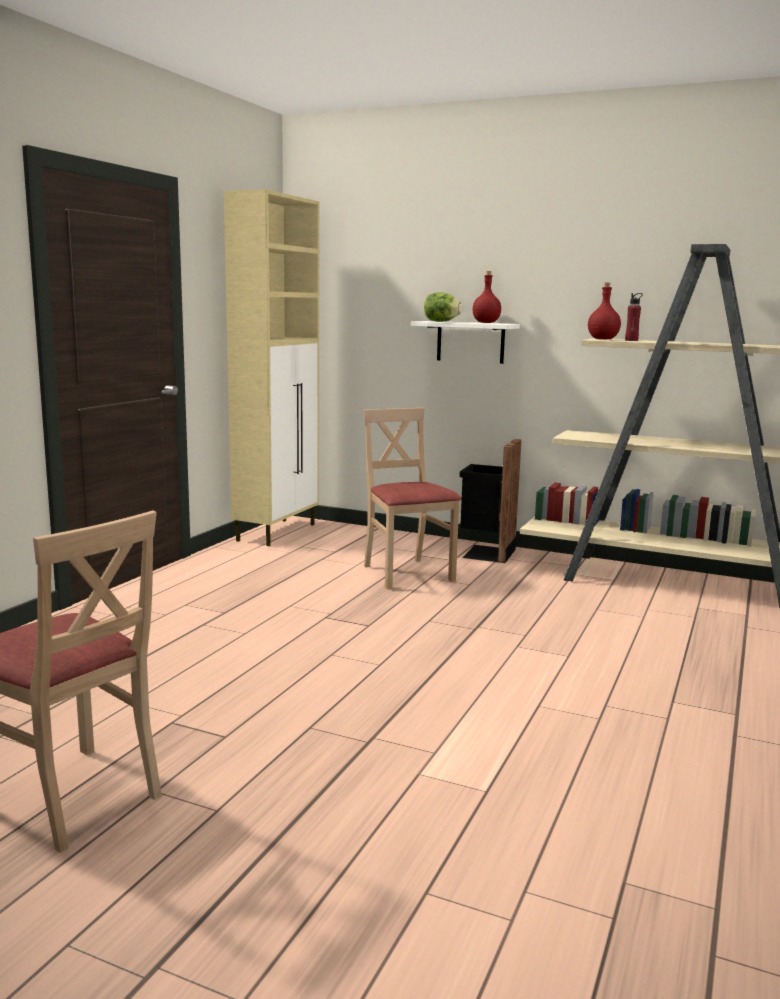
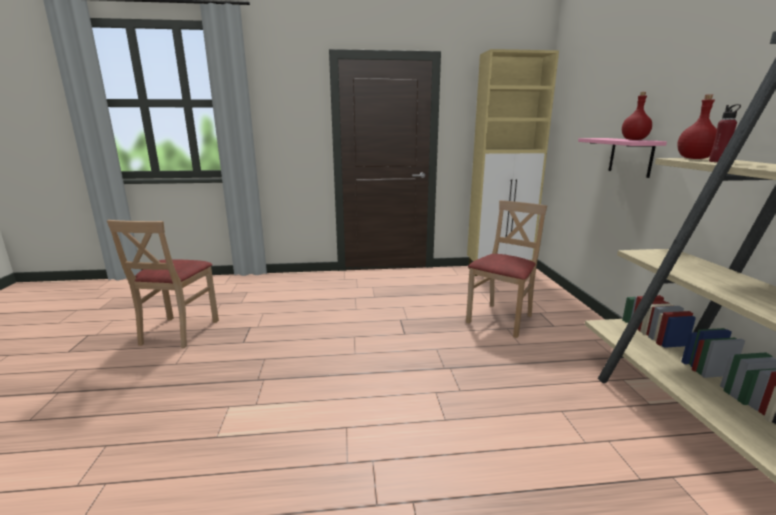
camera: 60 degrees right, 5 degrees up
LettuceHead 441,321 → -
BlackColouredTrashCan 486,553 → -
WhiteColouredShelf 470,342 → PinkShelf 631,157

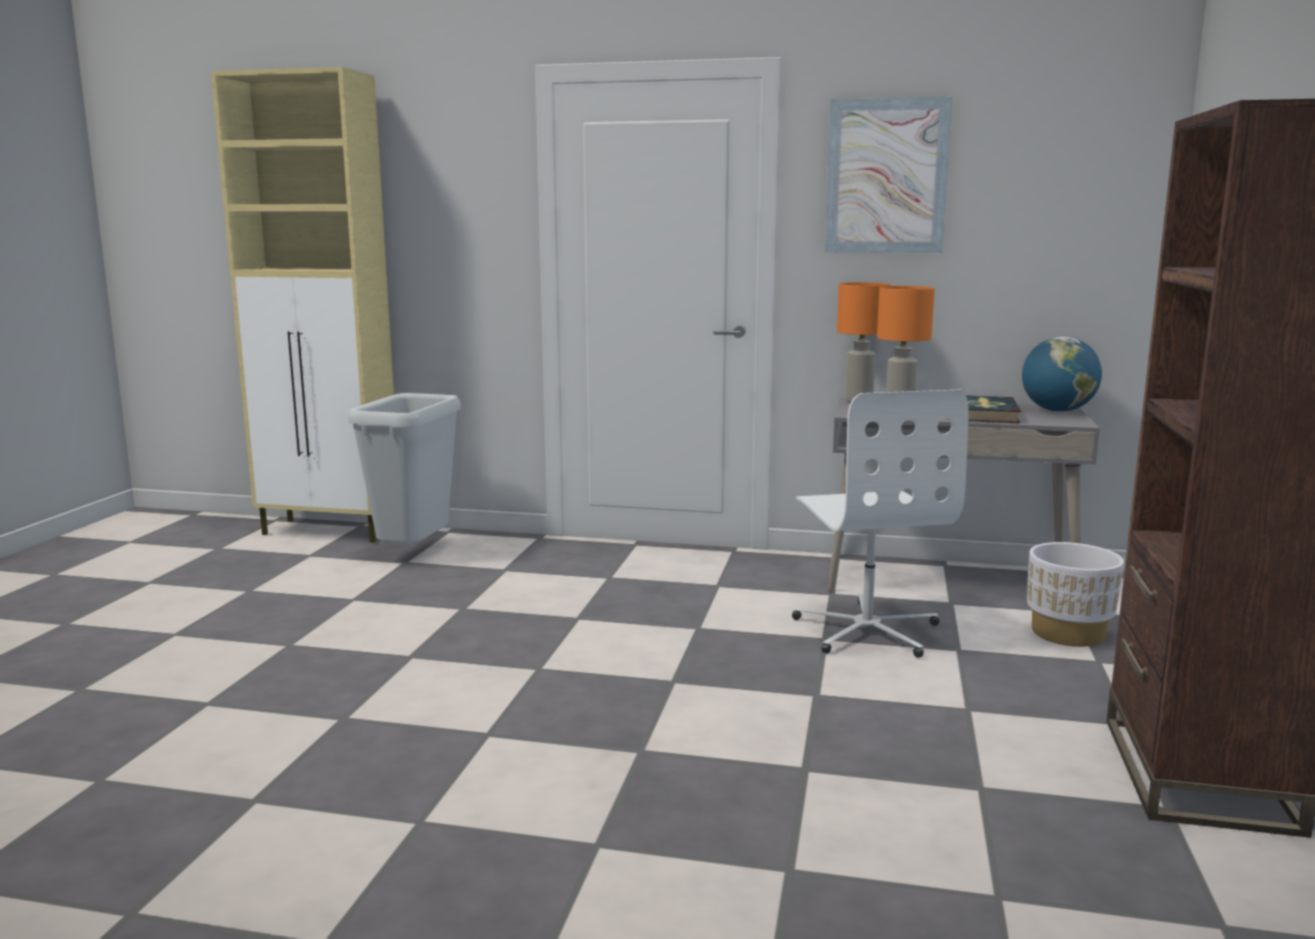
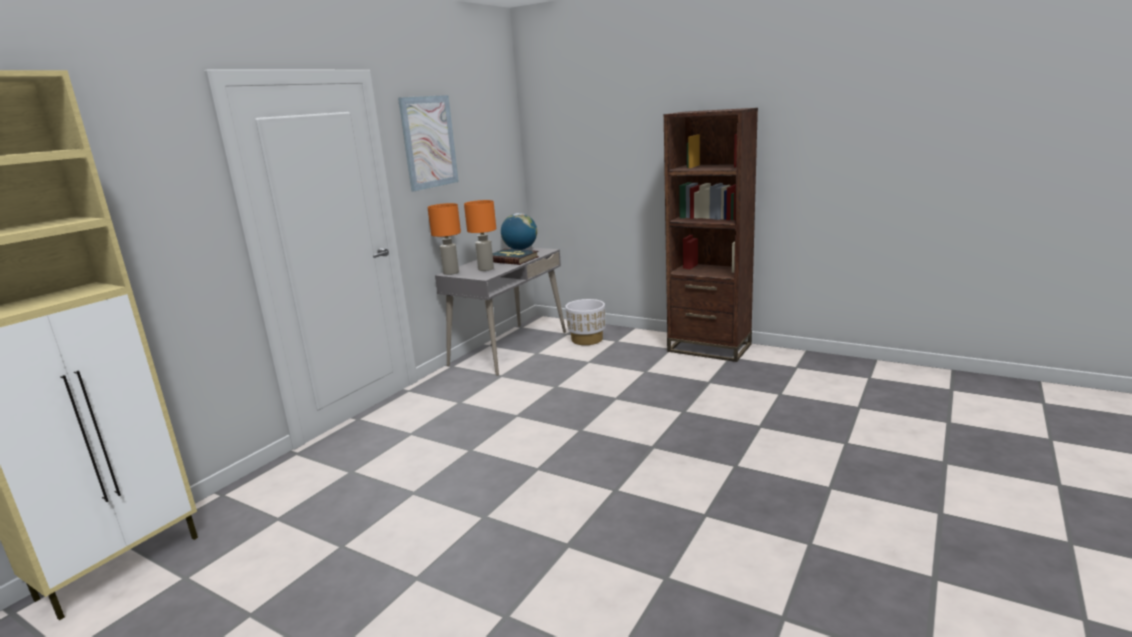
camera: 70 degrees left, 5 degrees up
GrayTrashCan 413,554 → -
WhiteColouredComputerChair 867,630 → -

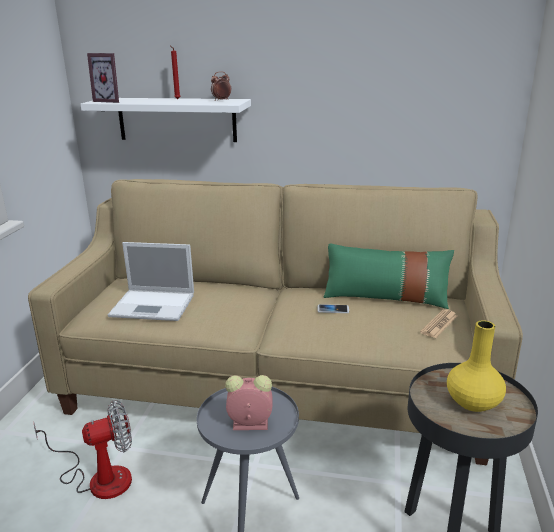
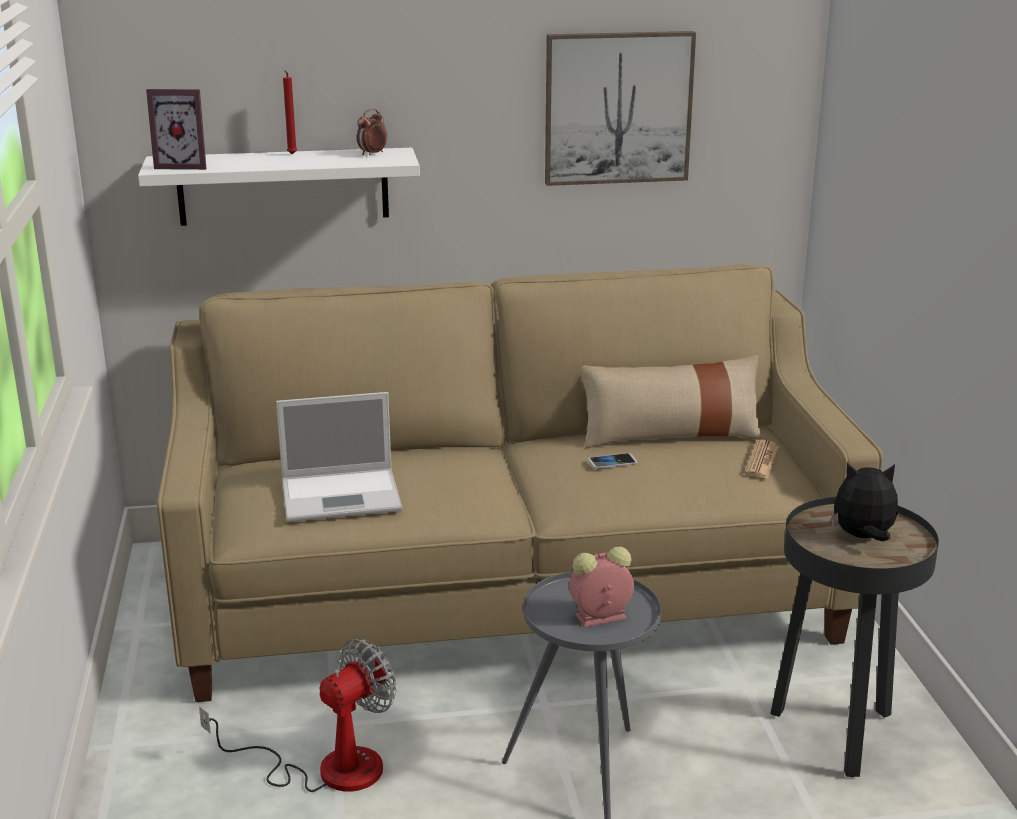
camera: 20 degrees left, 0 degrees up
- → Picture 617,108
YellowishVase 472,402 → PlushToy 863,537
GreenishPillow 385,297 → BeigeColouredPillow 670,435

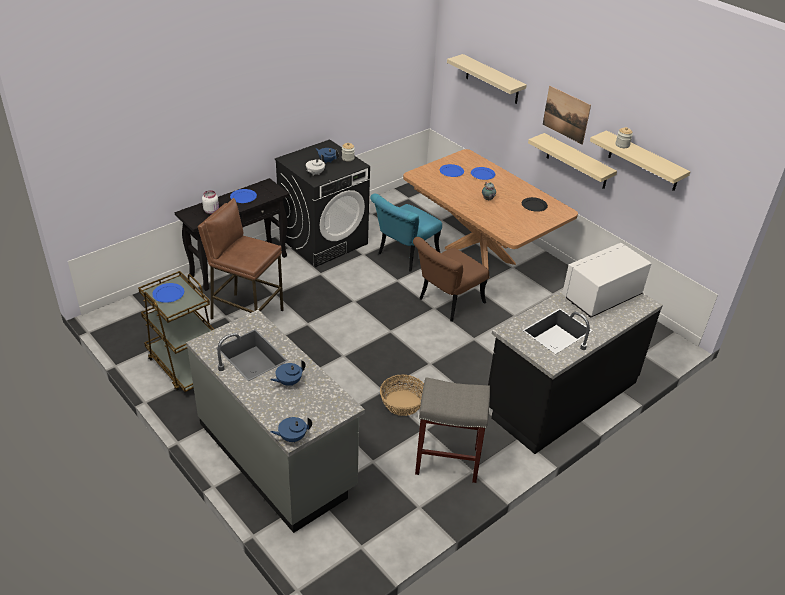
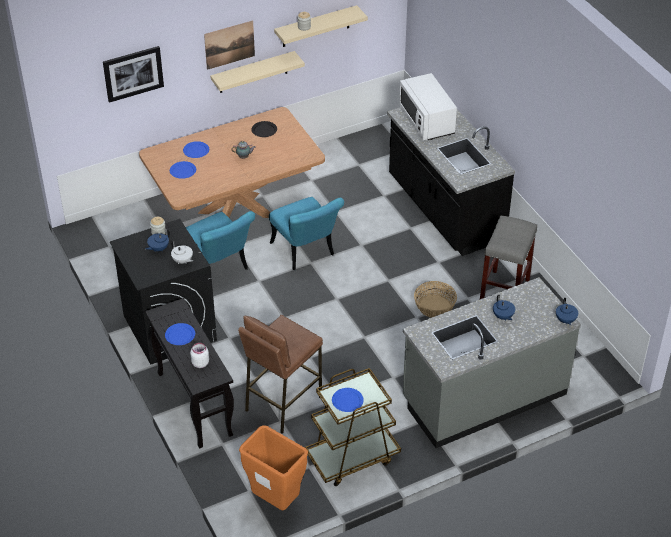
camera: 75 degrees left, 5 degrees up
- → OrangeColouredTrashCan 276,501
BeigeColouredShelf 492,79 → Picture 133,73
BrownColouredChair 446,303 → TurquoiseChair 306,253

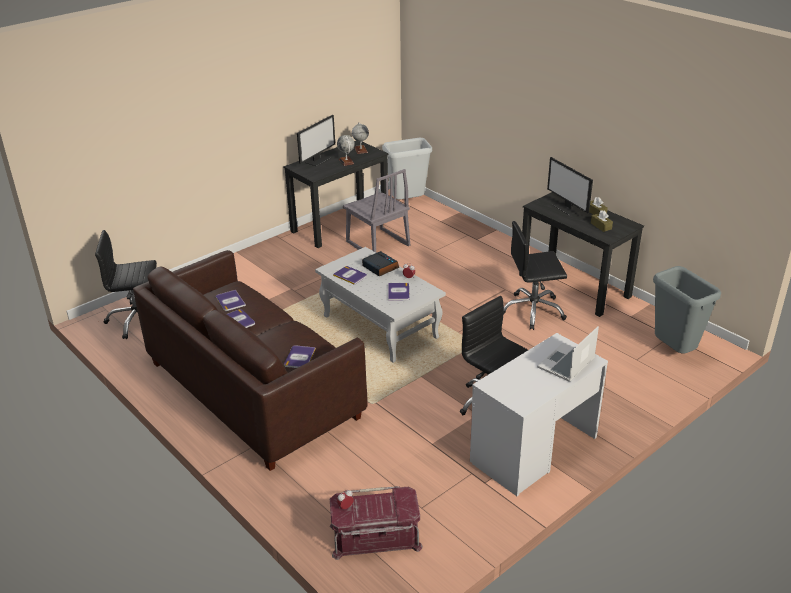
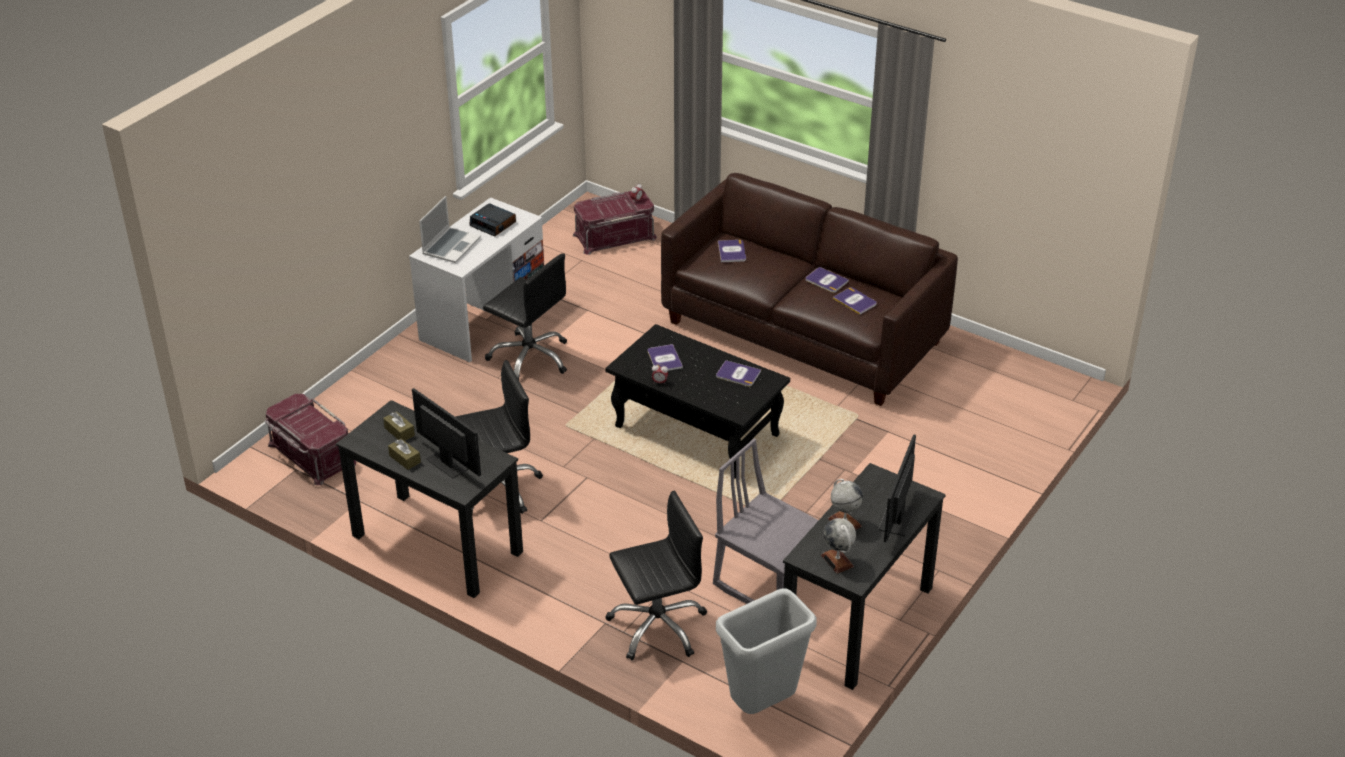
camera: 165 degrees right, 5 degrees up
BlackColouredComputerChair 138,320 → BlackColouredComputerChair 657,626, move
AlarmClock 380,267 → AlarmClock 493,224, move
GrayTrashCan 674,351 → RedStorageContainer 310,454
WhiteColouredCoffeeTable 379,326 → BlackColouredCoffeeTable 698,431

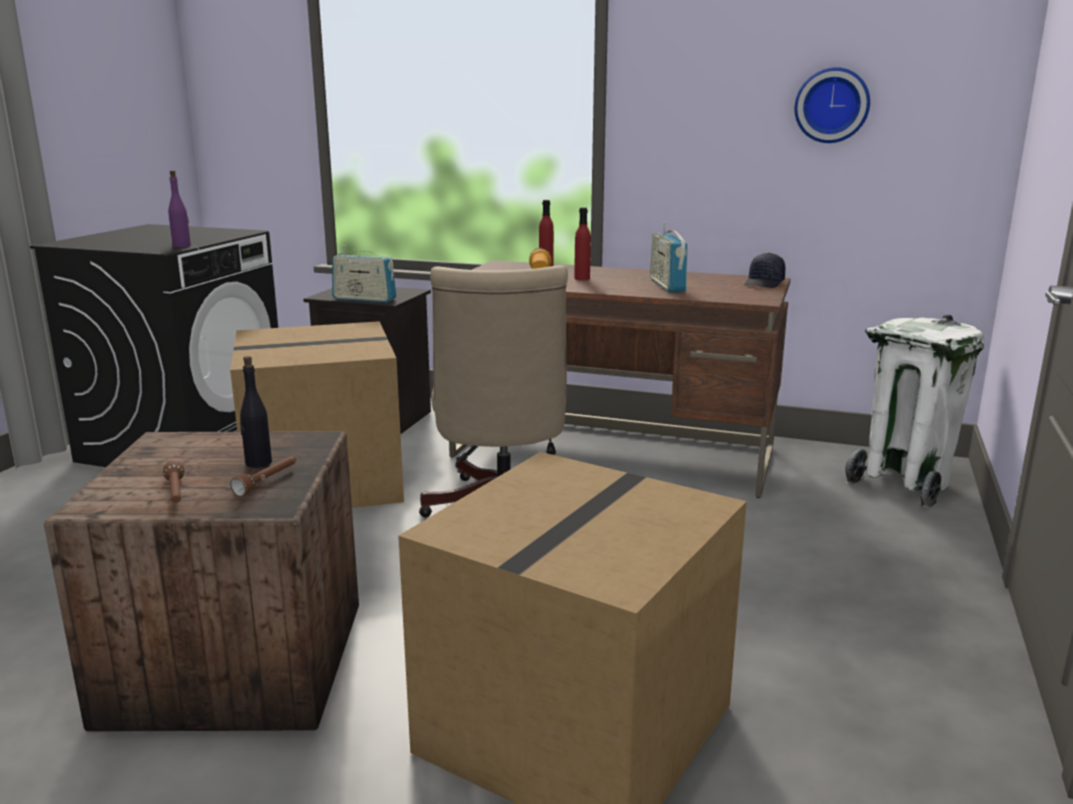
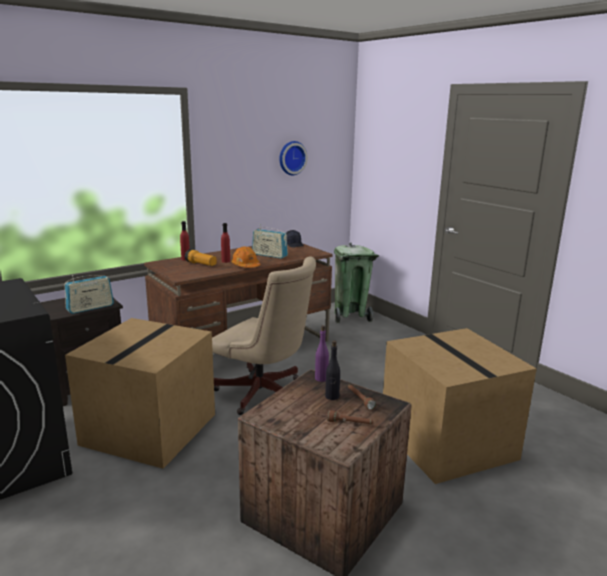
camera: 55 degrees left, 0 degrees up
- → OrangeColouredWorkHelmet 245,266
PurpleColouredBeverageBottle 182,246 → PurpleColouredBeverageBottle 321,378, move
WhiteColouredTrashCan 904,483 → GreenishTrashCan 350,316

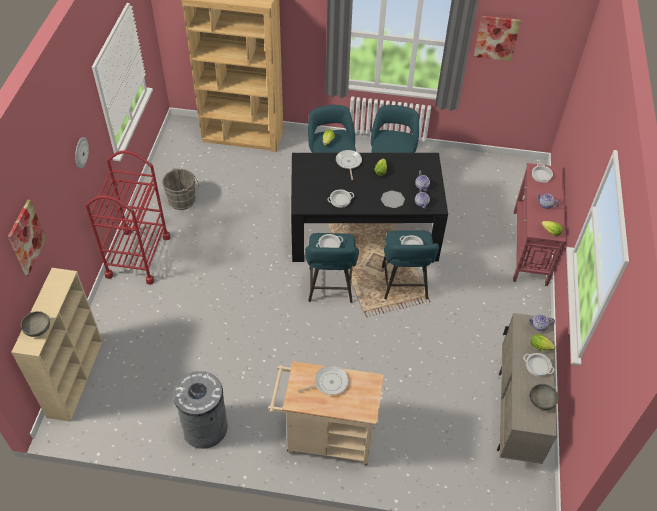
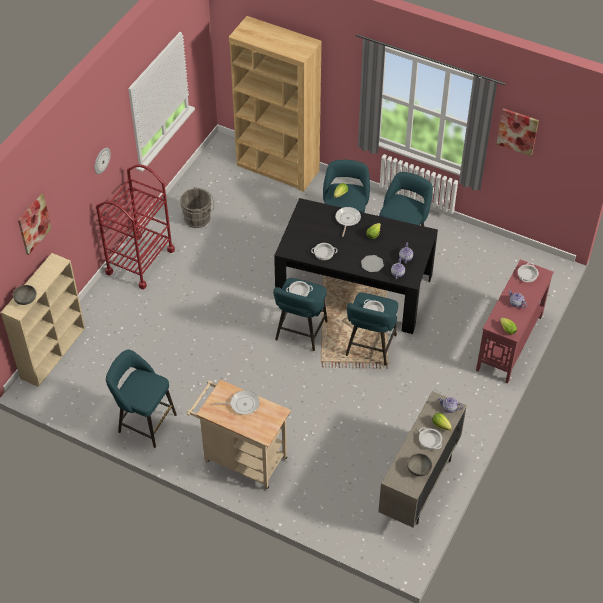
camera: 20 degrees right, 0 degrees up
GrayTrashCan 205,428 → TurquoiseStoolSeat 144,422

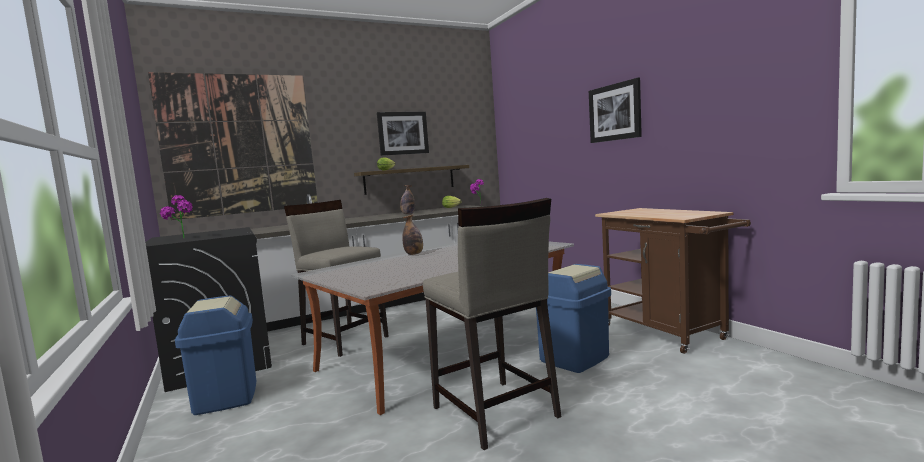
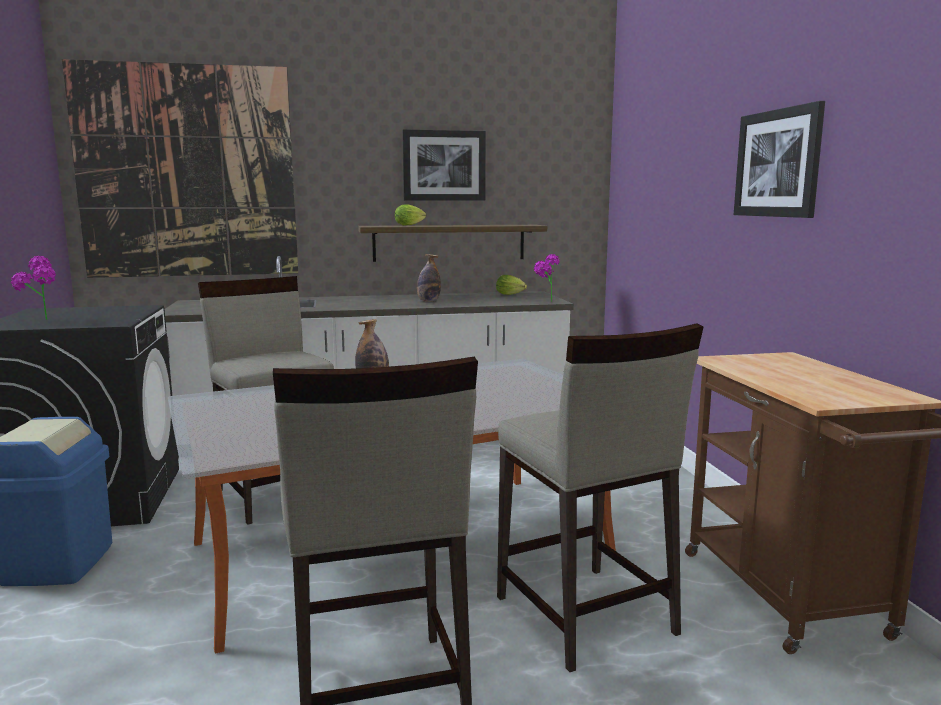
camera: 15 degrees right, 5 degrees up
BlueTrashCan 574,359 → BeigeColouredStoolSeat 584,616

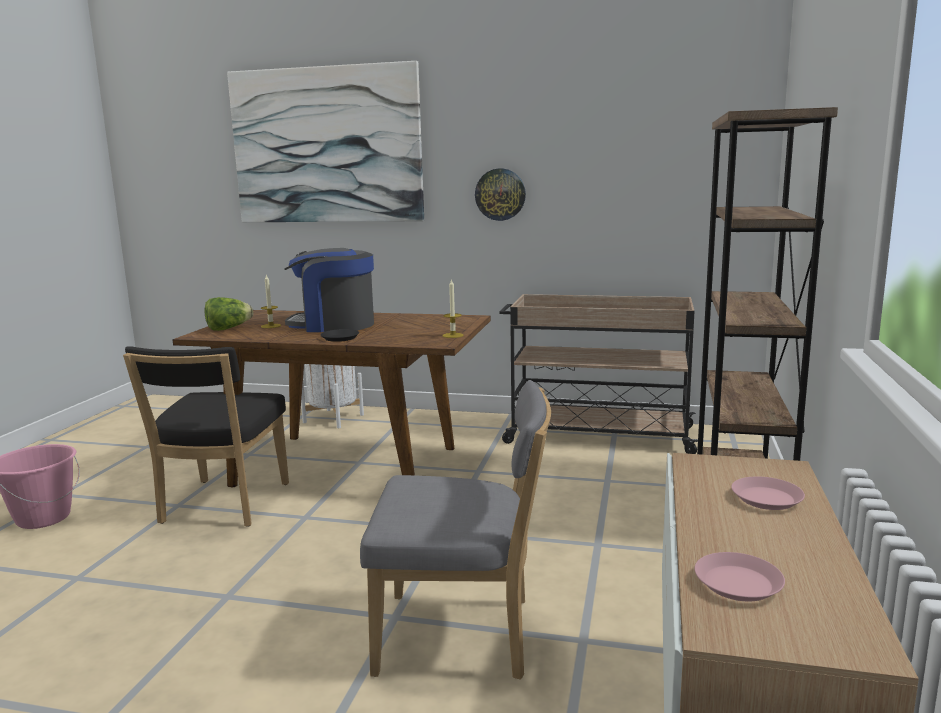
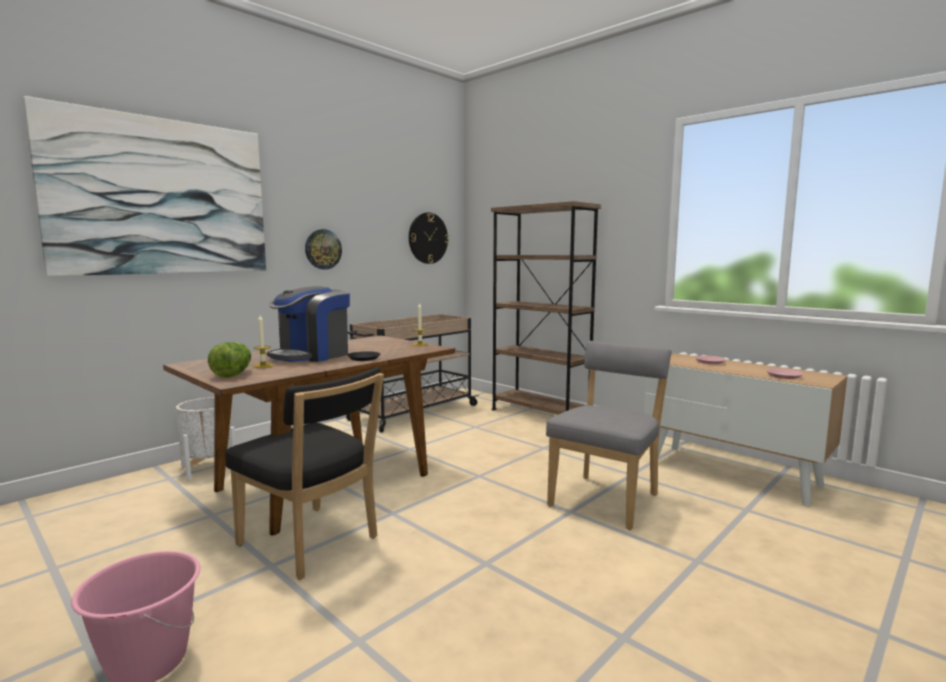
camera: 60 degrees left, 5 degrees down
- → HangingClock 428,238

